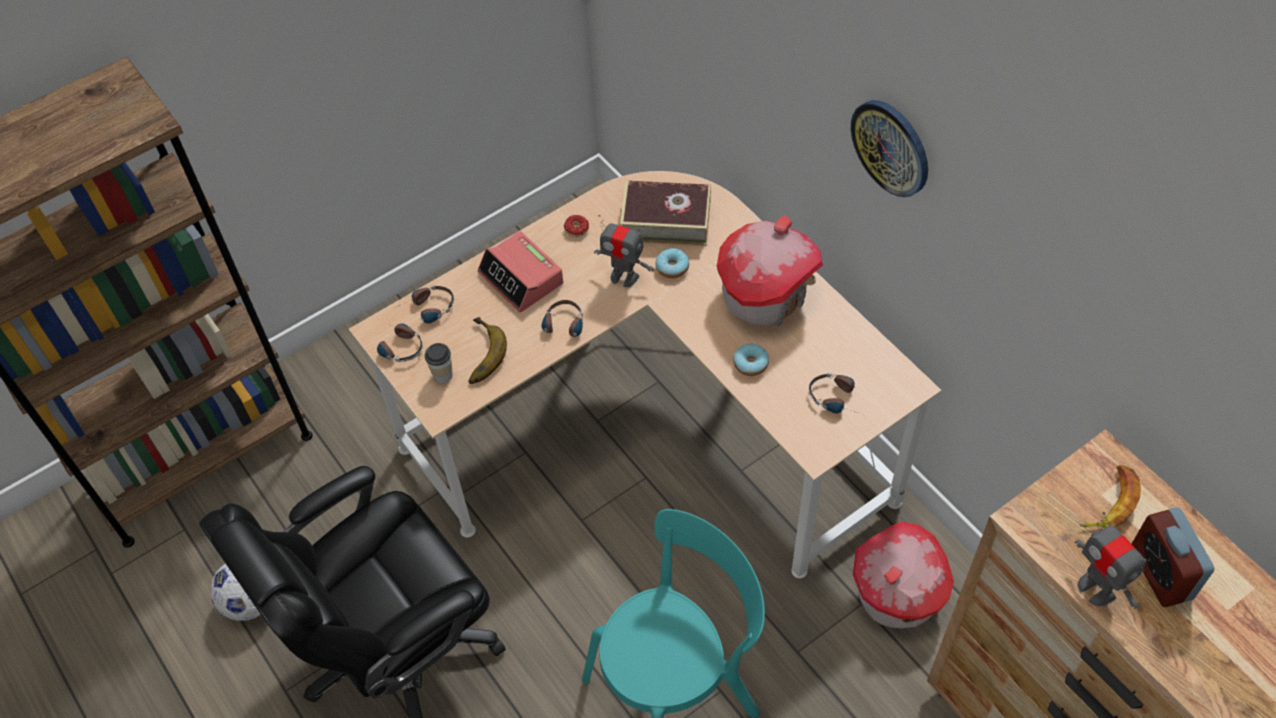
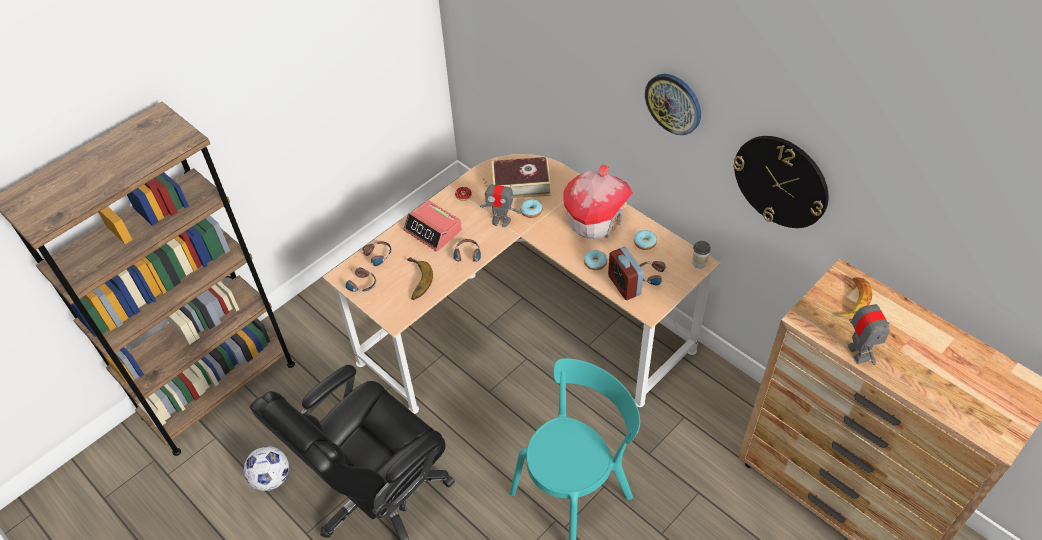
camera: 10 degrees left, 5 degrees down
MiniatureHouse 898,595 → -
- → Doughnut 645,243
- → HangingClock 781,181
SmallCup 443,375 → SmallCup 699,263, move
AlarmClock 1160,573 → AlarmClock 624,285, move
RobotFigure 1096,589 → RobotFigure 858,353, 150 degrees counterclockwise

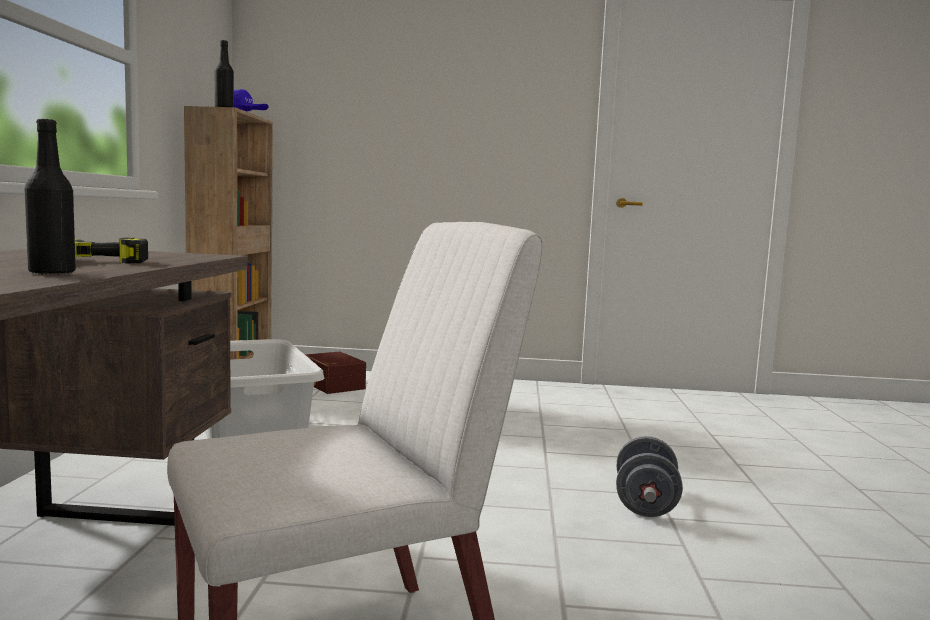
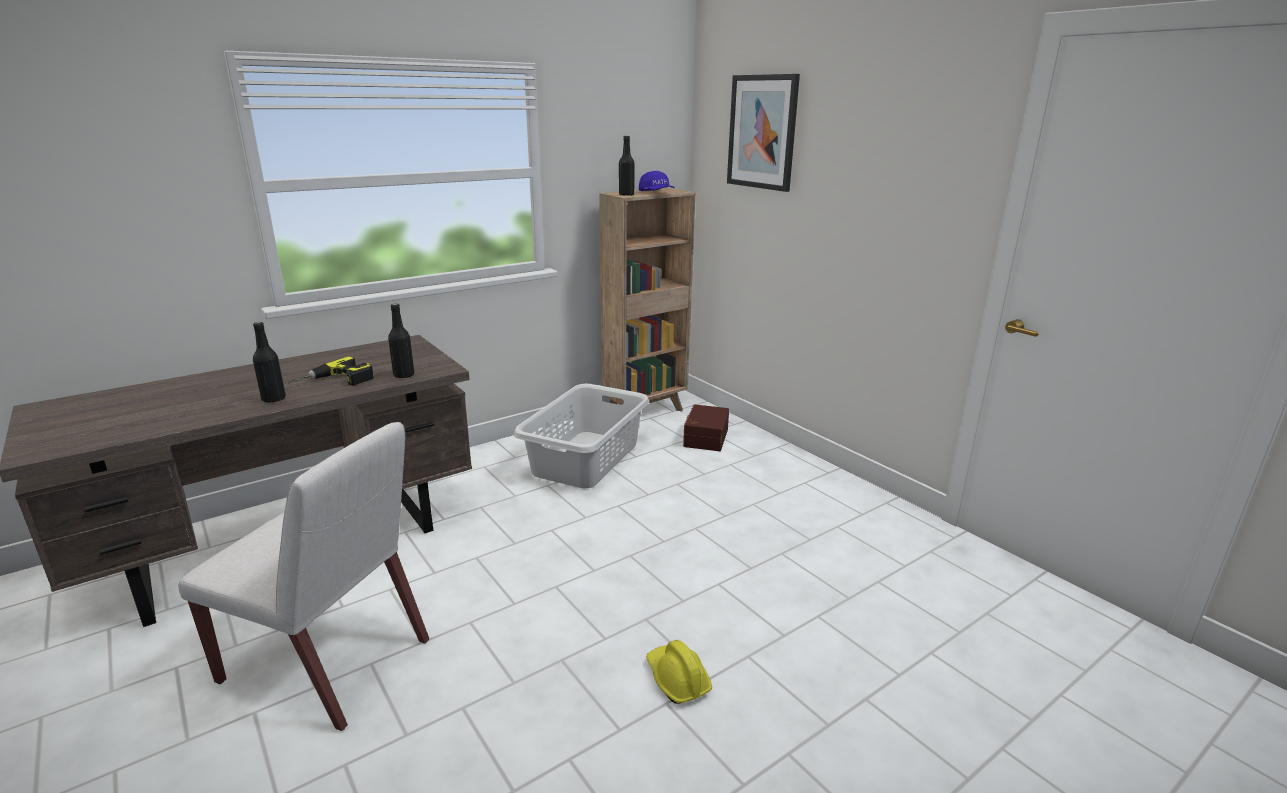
camera: 50 degrees right, 15 degrees up
- → BlackColouredBeverageBottle 404,375
- → Picture 762,132
GrayFreeWeight 645,504 → YellowishWorkHelmet 677,679

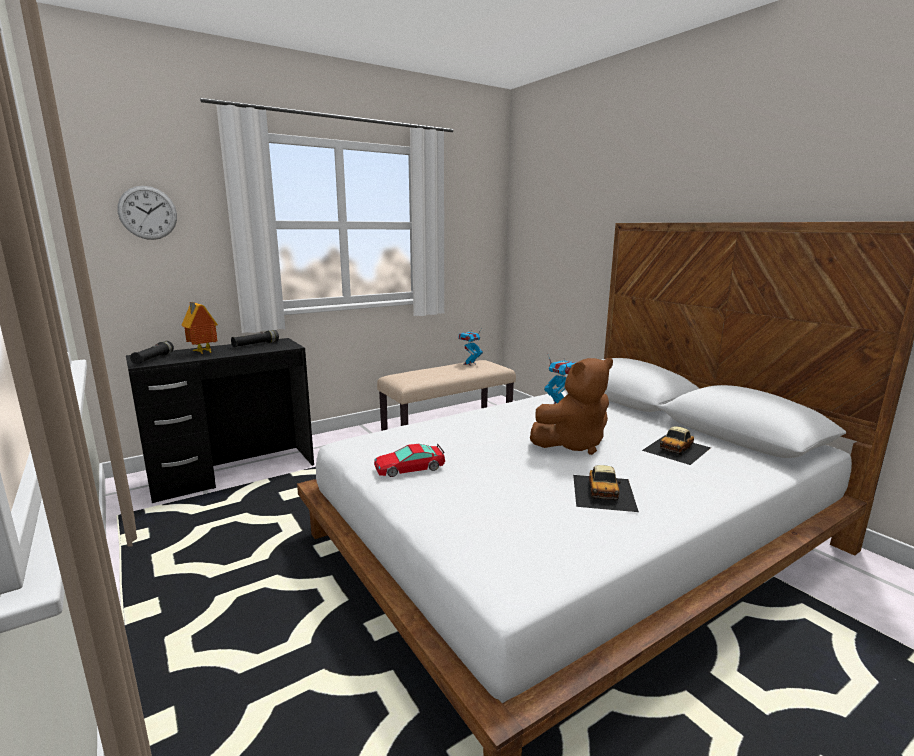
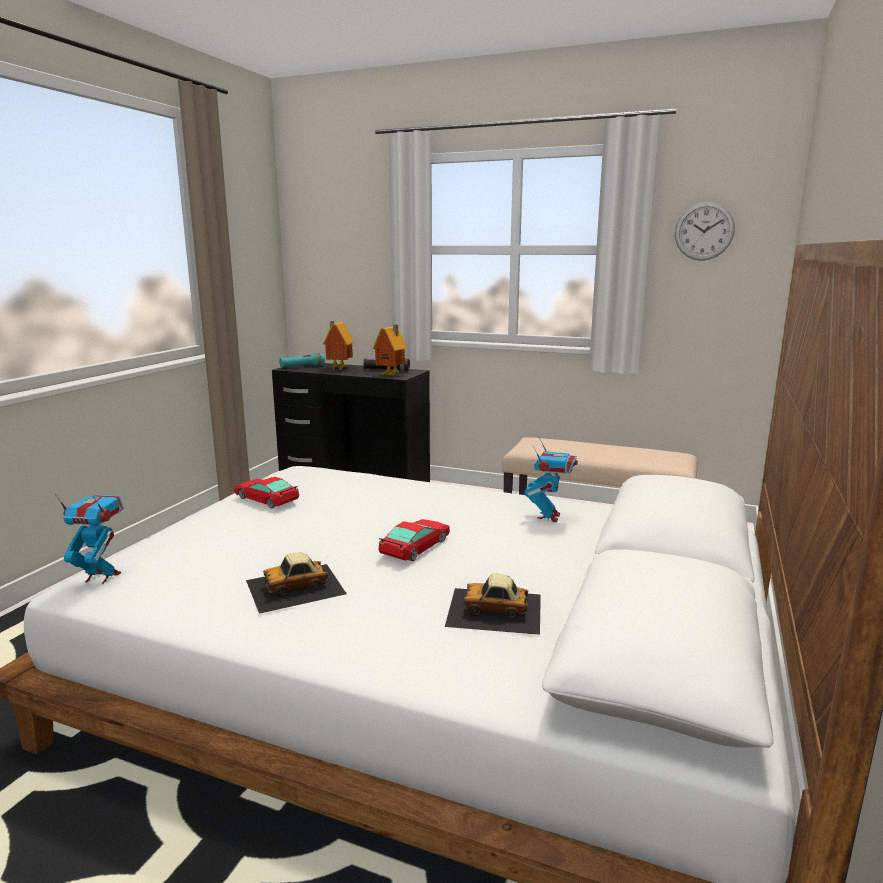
camera: 55 degrees right, 0 degrees up
- → MiniatureHouse 391,375
HangingClock 148,213 → HangingClock 704,231, move
RobotFigure 470,364 → RobotFigure 101,577, move
BrownColouredPlushToy 573,444 → ToyCar 415,547
BlackColouredHandTorch 153,359 → TurquoiseHandTorch 302,366

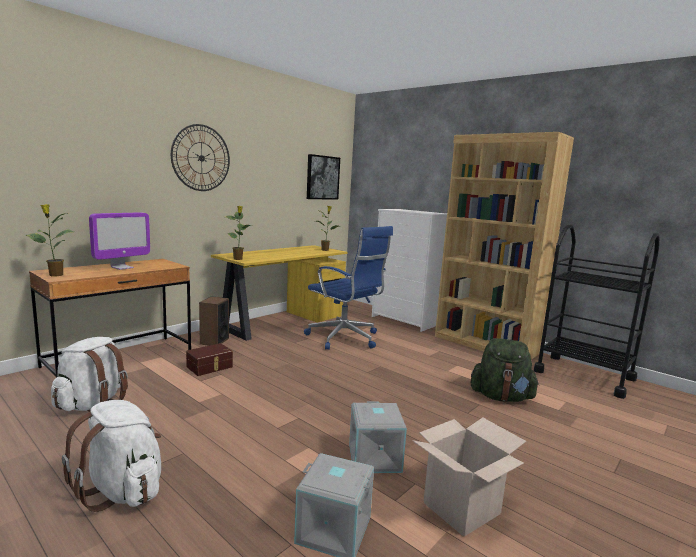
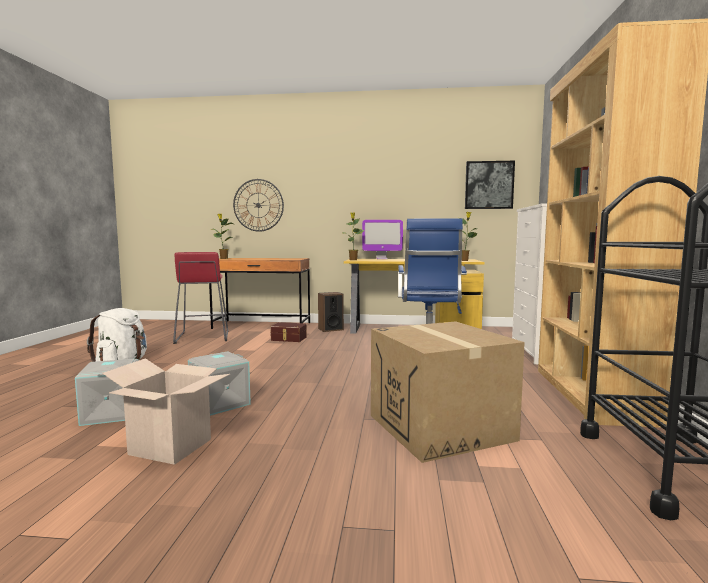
camera: 55 degrees right, 5 degrees down
ComputerDisplay 122,267 → ComputerDisplay 382,259, move
HangingClock 201,158 → HangingClock 258,205, move
WhiteColouredBackpack 93,403 → RedStoolSeat 203,337
GreenishBackpack 501,397 → PackingBox 440,427

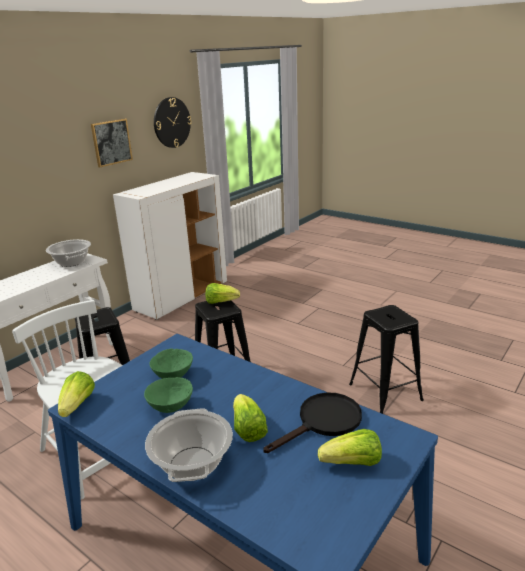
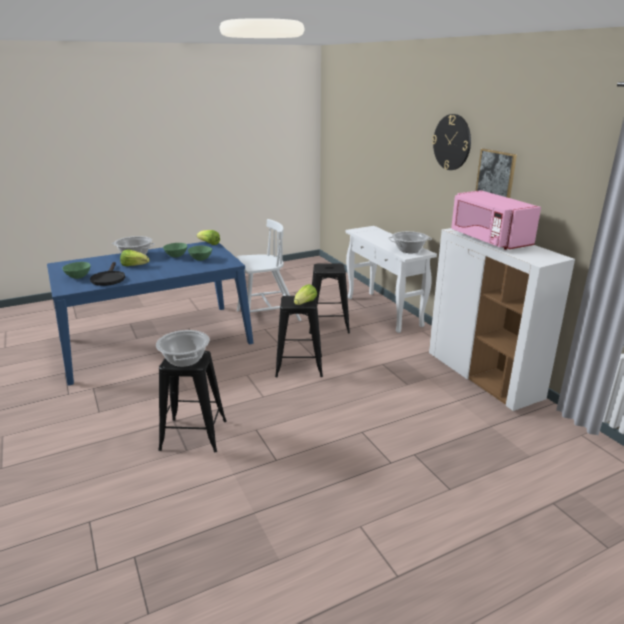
camera: 115 degrees right, 0 degrees up
- → Stockpot 184,360
- → PinkMicrowave 488,239
HangingClock 171,122 → HangingClock 452,142, move
LettuceHead 353,463 → GreenishDeepDish 78,277

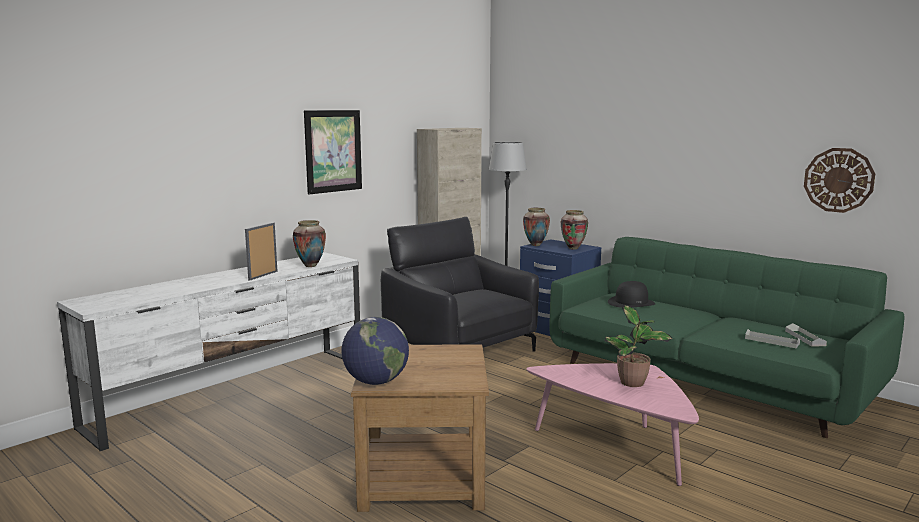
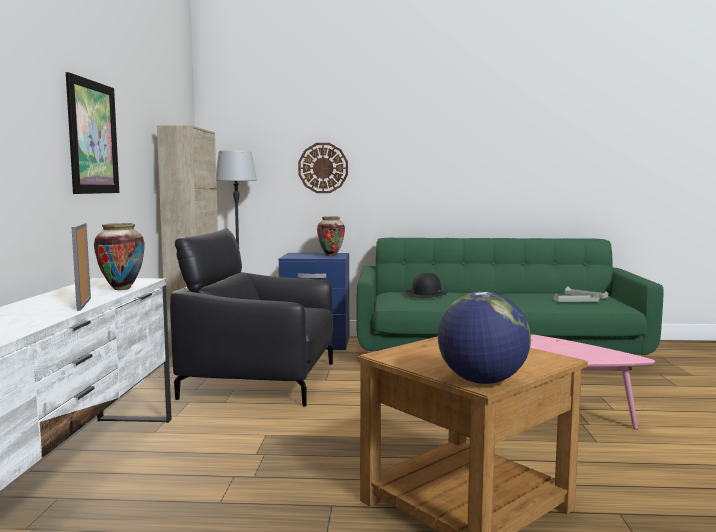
camera: 40 degrees left, 5 degrees down
Vase 535,245 → -
PottedPlant 633,383 → -
HangingClock 838,180 → HangingClock 323,168, move

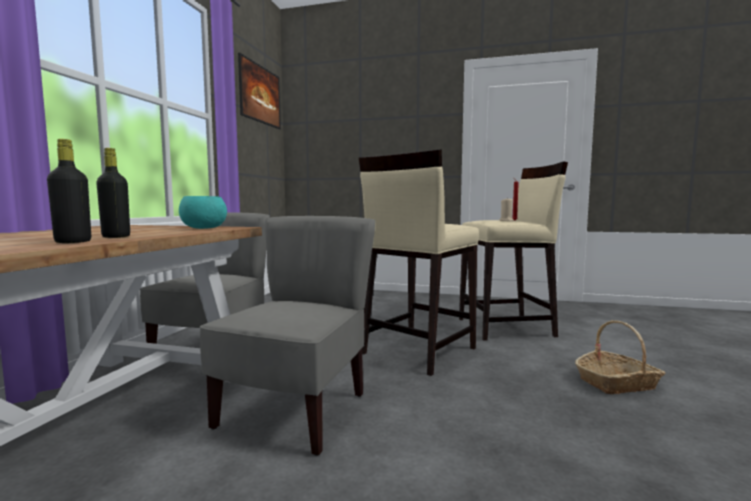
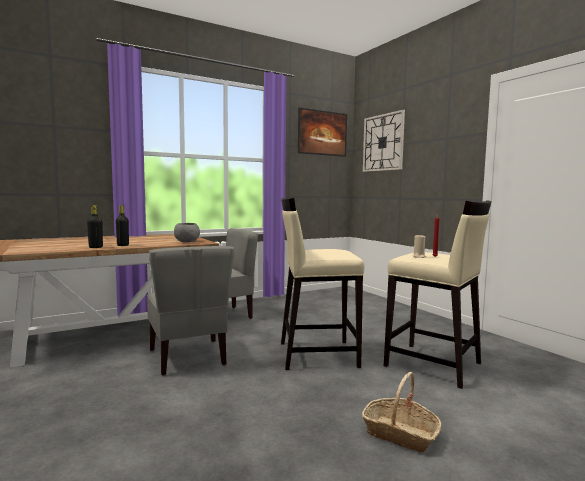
camera: 45 degrees right, 0 degrees up
- → HangingClock 383,142
TurquoiseDeepDish 203,228 → GrayDeepDish 186,242
GrayChair 295,411 → GrayChair 188,357, 90 degrees clockwise

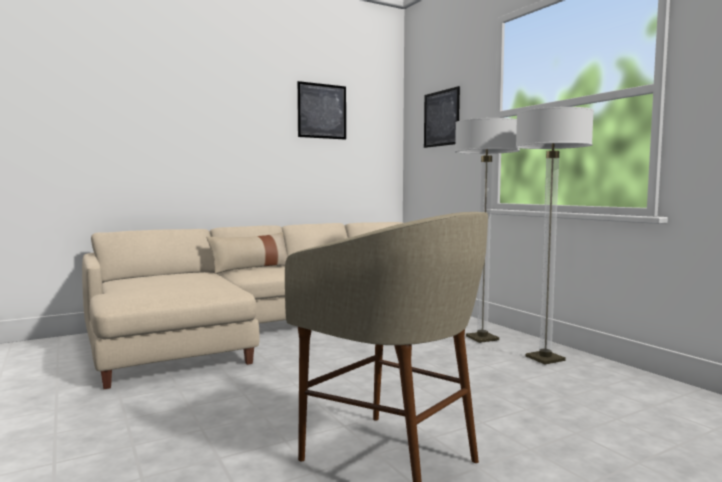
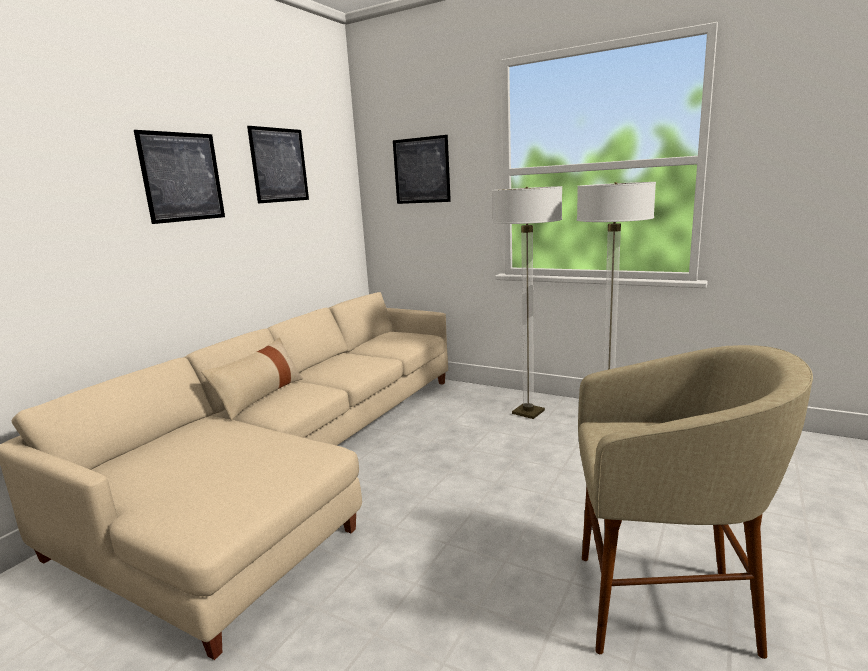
camera: 30 degrees left, 10 degrees up
- → Picture 182,177

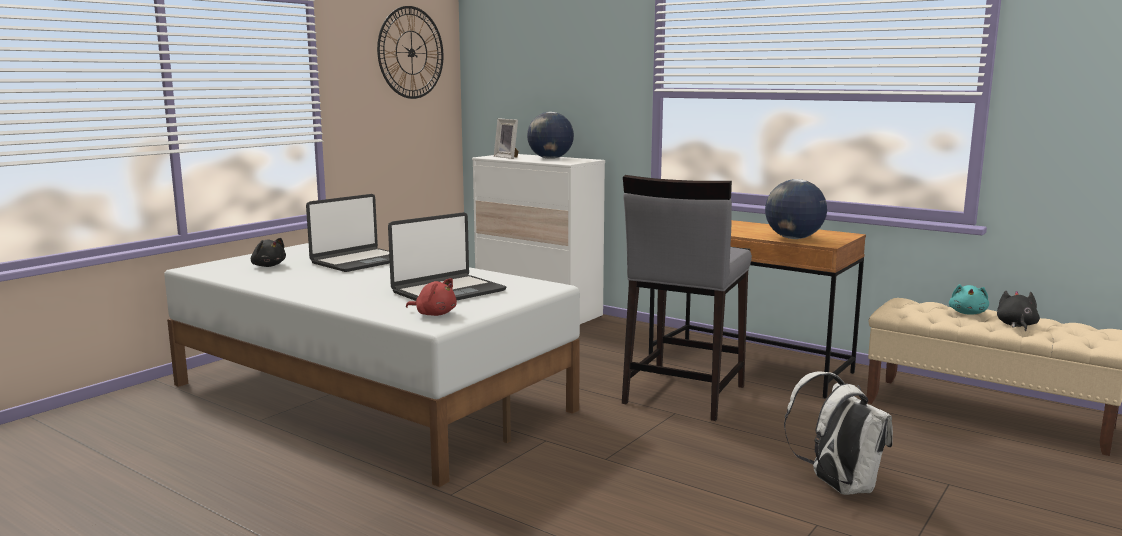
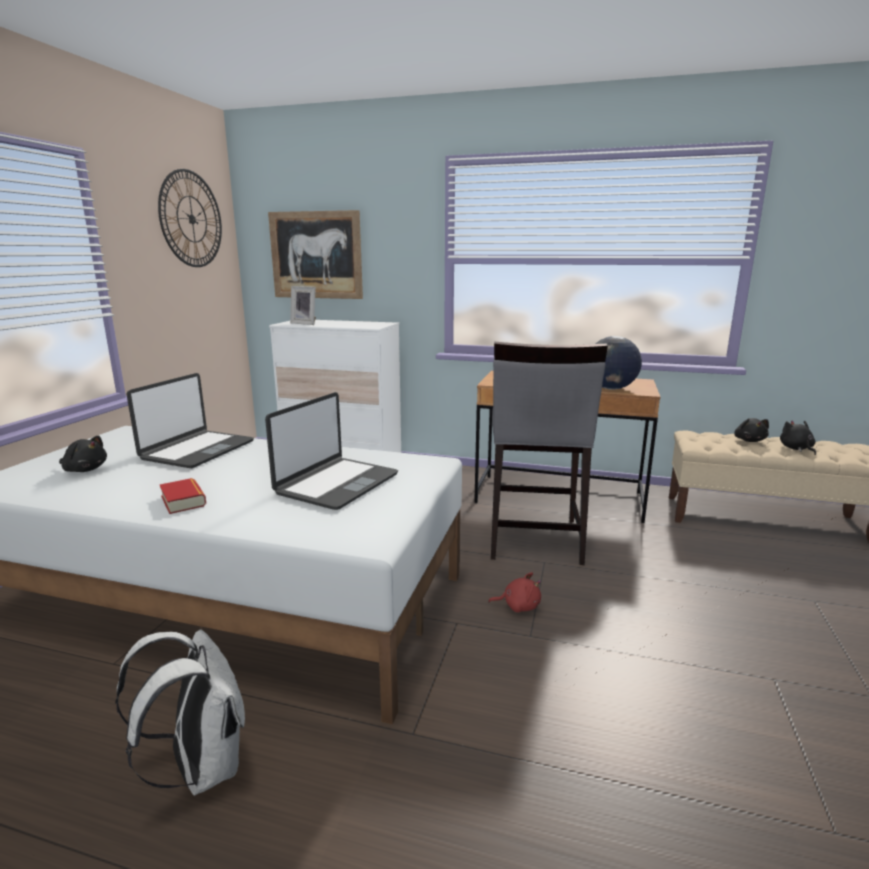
camera: 20 degrees left, 5 degrees up
DeskGlobe 550,158 → -
- → BoundBook 183,501
- → Picture 316,255
RedPlushToy 434,314 → RedPlushToy 518,606, move
WhiteColouredBackpack 837,486 → WhiteColouredBackpack 201,766, move
TurquoisePlushToy 968,313 → BlackColouredPlushToy 749,440

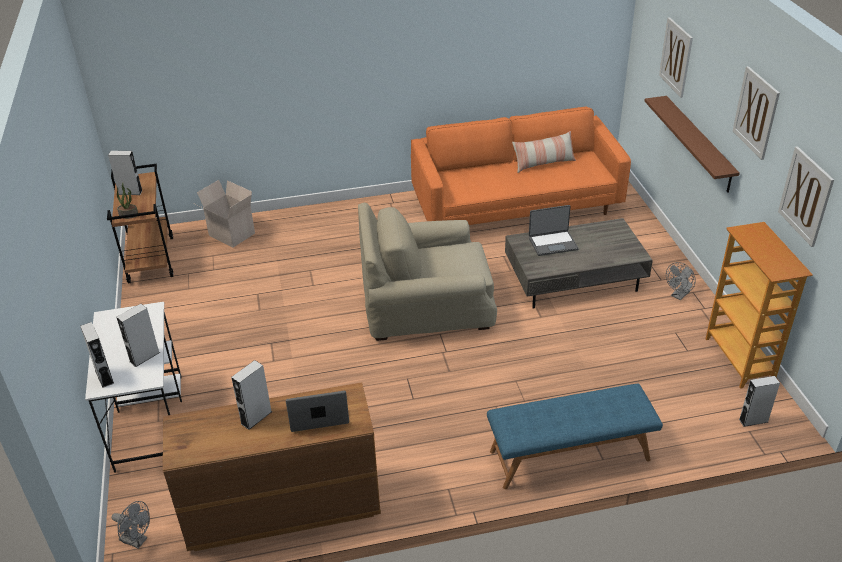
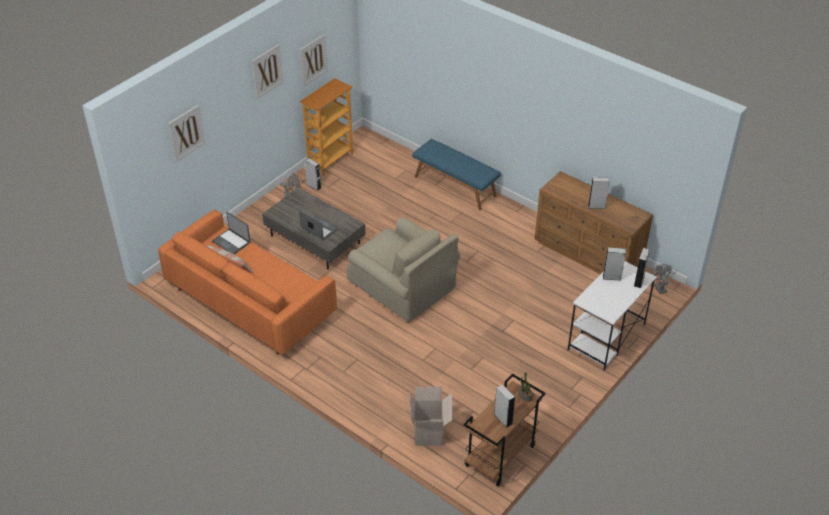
camera: 130 degrees left, 5 degrees up
BrownColouredShelf 698,144 → -
Laptop 318,414 → Laptop 232,242, move
GraySpeaker 753,420 → GraySpeaker 314,186, move

